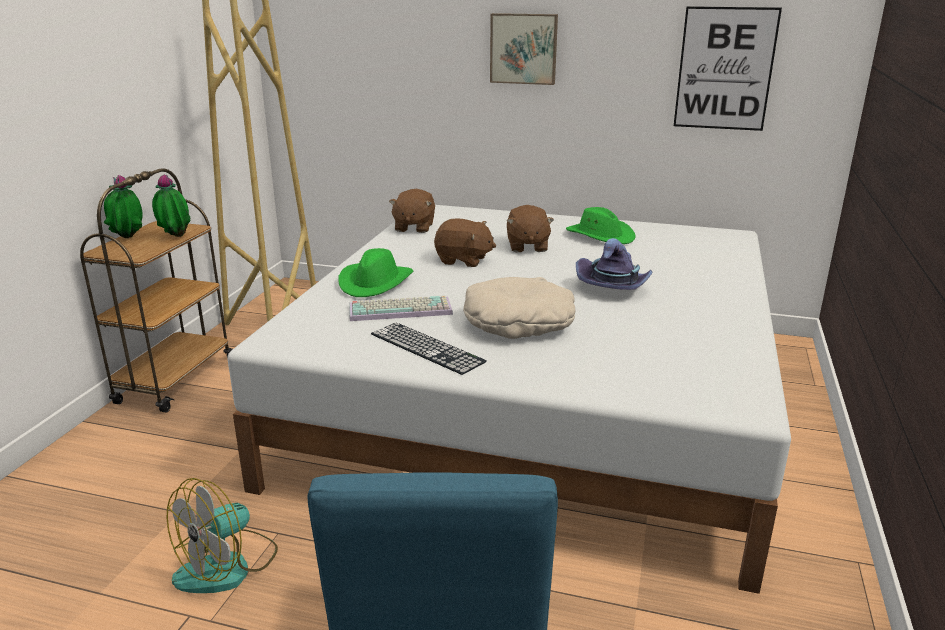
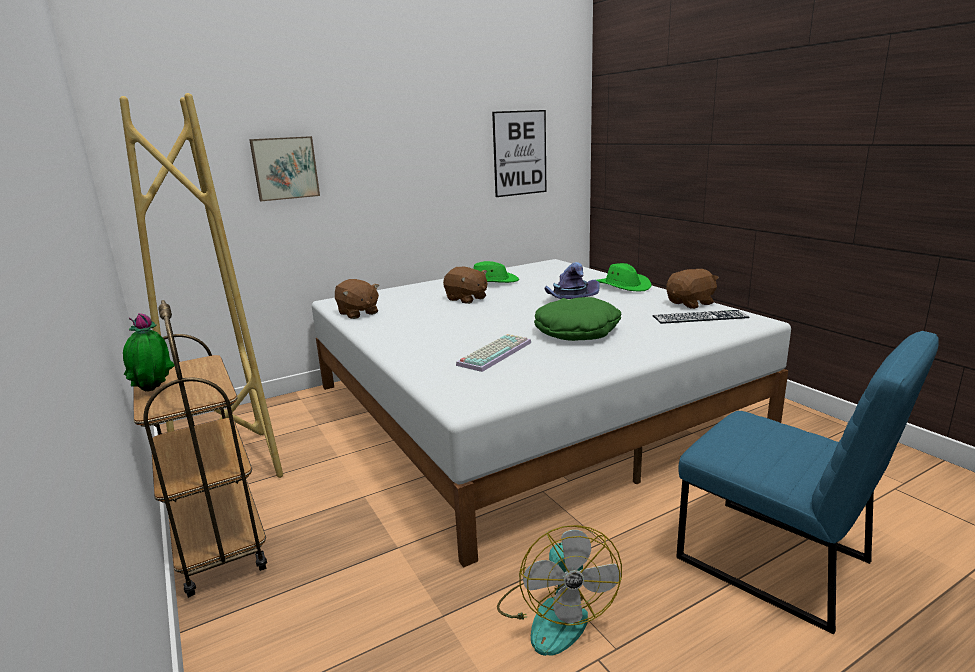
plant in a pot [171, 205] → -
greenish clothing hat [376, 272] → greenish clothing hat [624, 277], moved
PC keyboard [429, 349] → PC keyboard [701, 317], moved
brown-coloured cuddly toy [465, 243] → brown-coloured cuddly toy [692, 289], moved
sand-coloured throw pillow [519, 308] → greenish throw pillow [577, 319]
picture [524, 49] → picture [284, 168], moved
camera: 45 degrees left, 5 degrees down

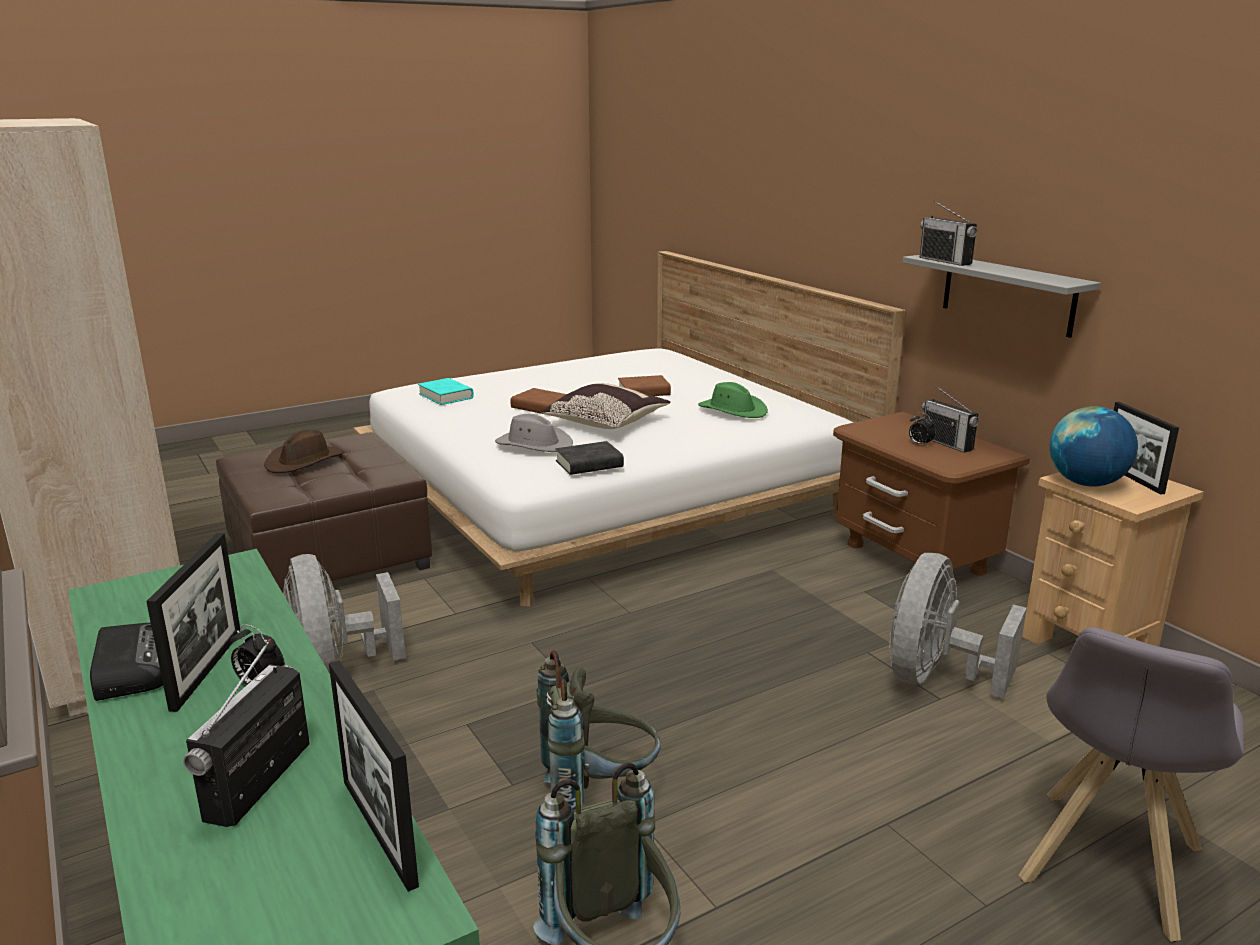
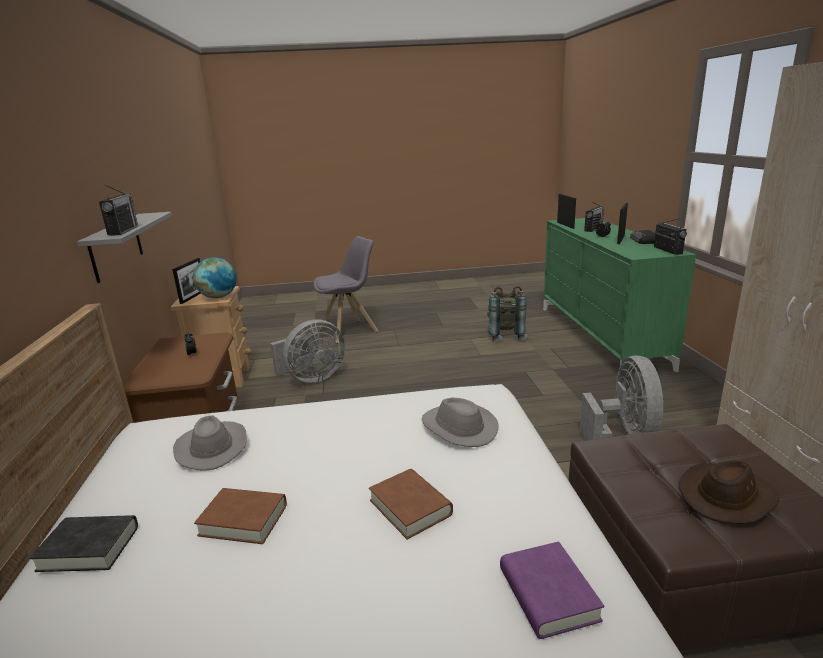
turquoise bound book [446, 391] → purple bound book [552, 590]
gray backpack [599, 730] → -
throw pillow [605, 406] → -
black-coloured bound book [589, 458] → black-coloured bound book [83, 543], moved
greenish clothing hat [733, 400] → gray clothing hat [210, 443]
radio set [950, 419] → radio set [670, 236], moved
camera: 155 degrees left, 0 degrees up

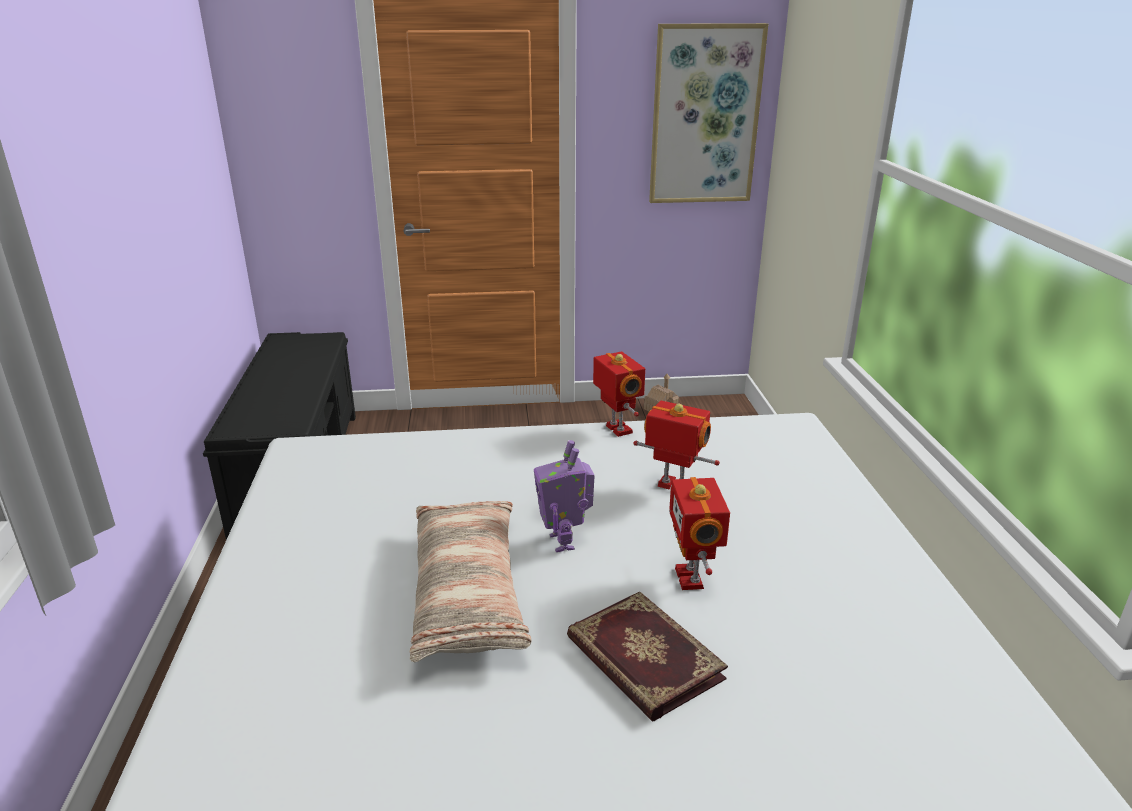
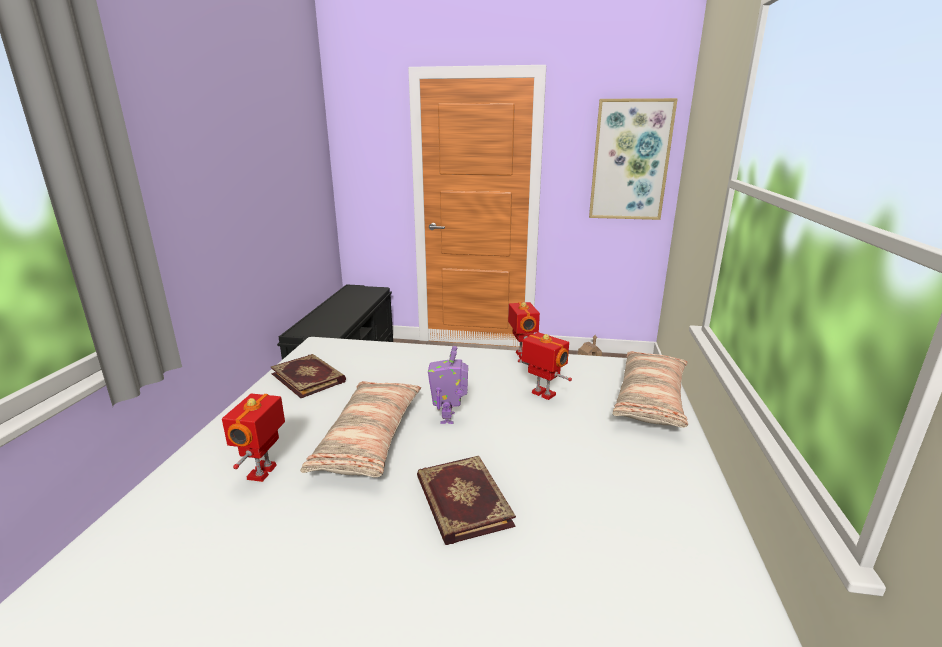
robot figure [699, 533] → robot figure [253, 438], moved
- → bound book [308, 376]
- → throw pillow [650, 389]
camera: 15 degrees right, 5 degrees down

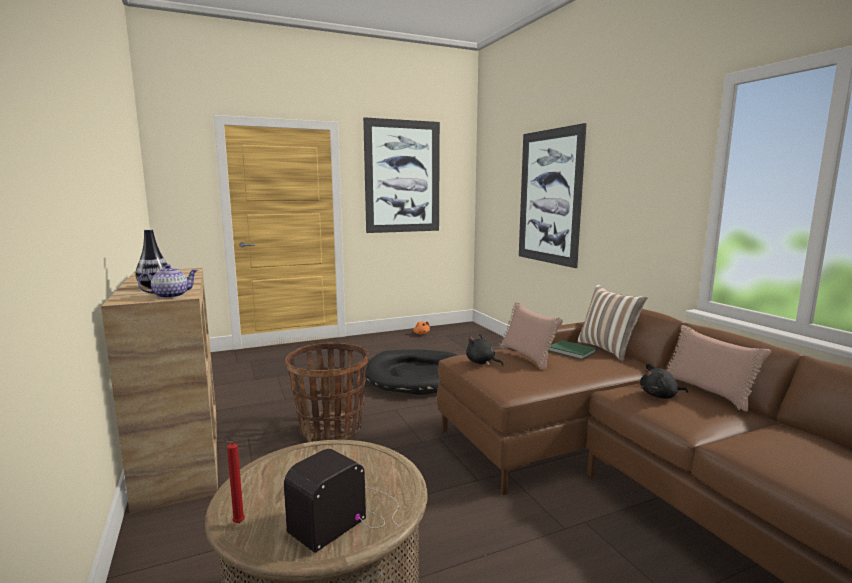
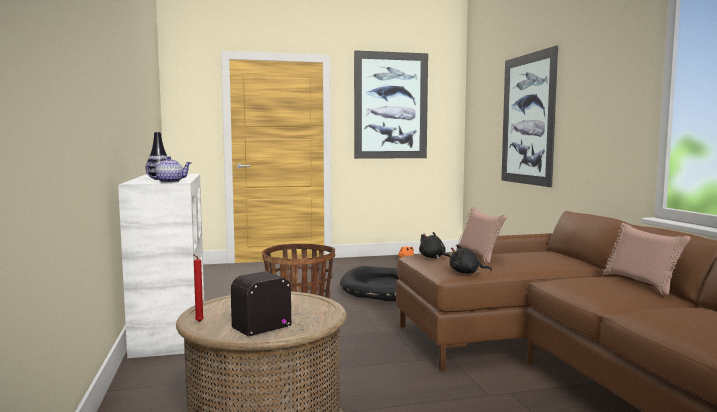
brown-coloured shelving unit [159, 390] → white shelving unit [161, 266]
greenish bound book [572, 350] → -
throw pillow [612, 322] → -
black-coloured cuddly toy [664, 381] → black-coloured cuddly toy [471, 259], moved
camera: 10 degrees right, 5 degrees down

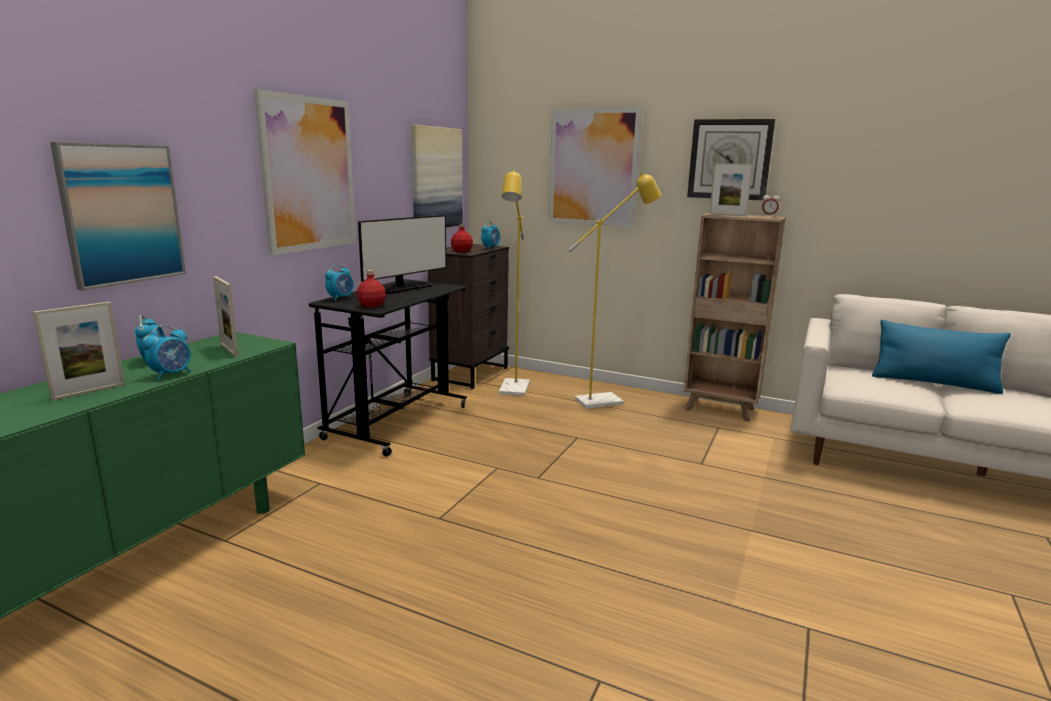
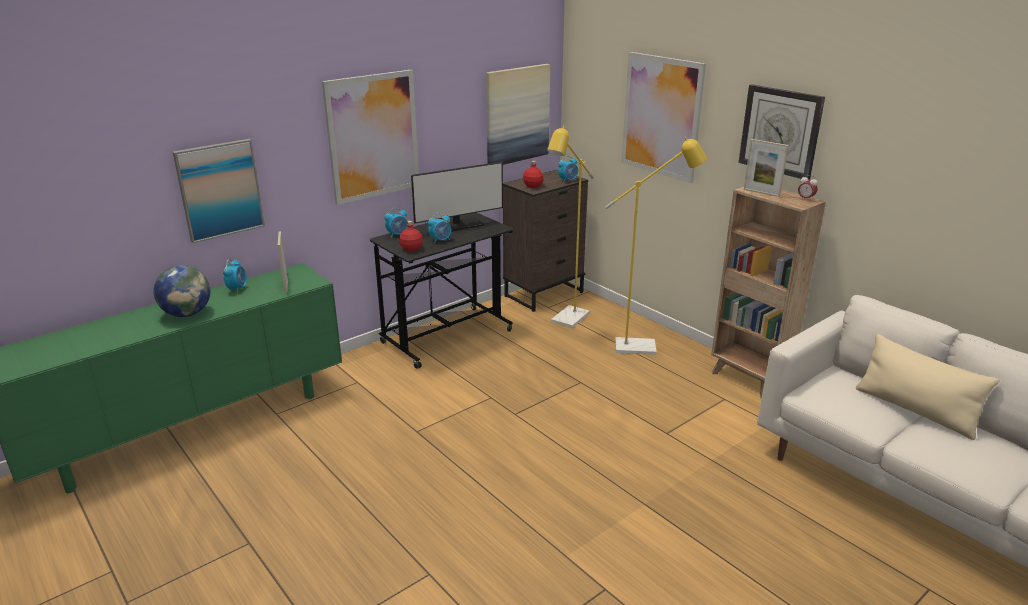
photo frame [79, 351] → desk globe [181, 291]
alarm clock [166, 352] → alarm clock [439, 228], moved
bluish throw pillow [941, 357] → sand-coloured throw pillow [928, 387]
camera: 25 degrees right, 10 degrees up

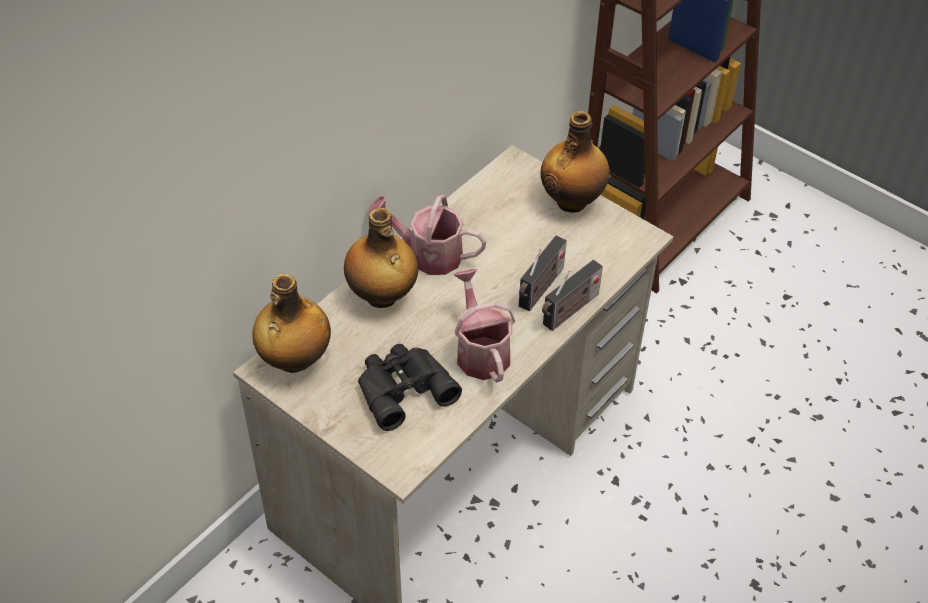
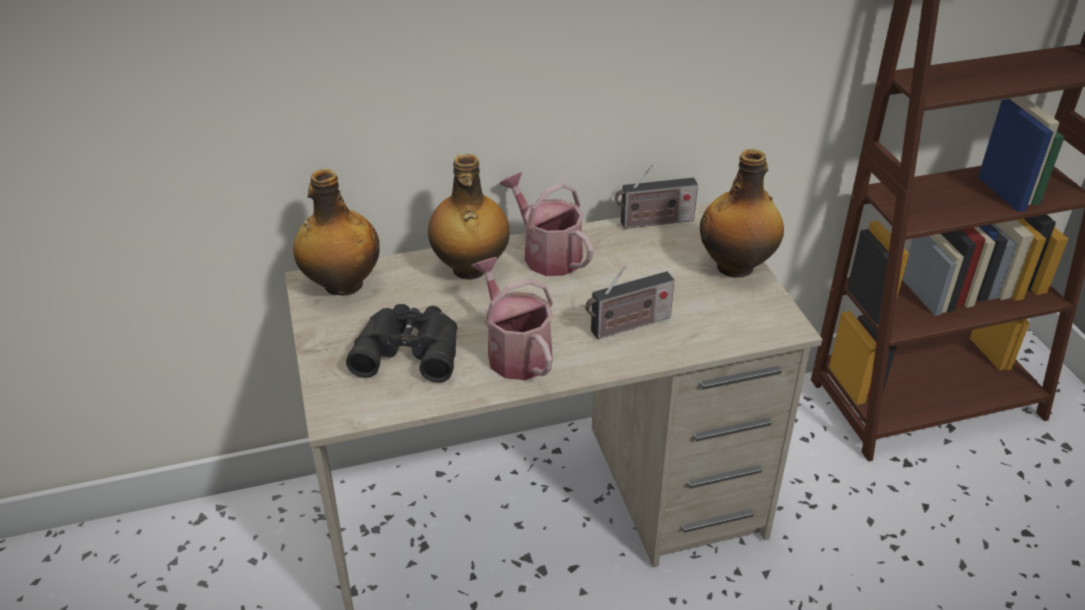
watering can [484, 326] → watering can [512, 318], 45 degrees counterclockwise
radio set [572, 295] → radio set [656, 196], moved
camera: 35 degrees right, 10 degrees down

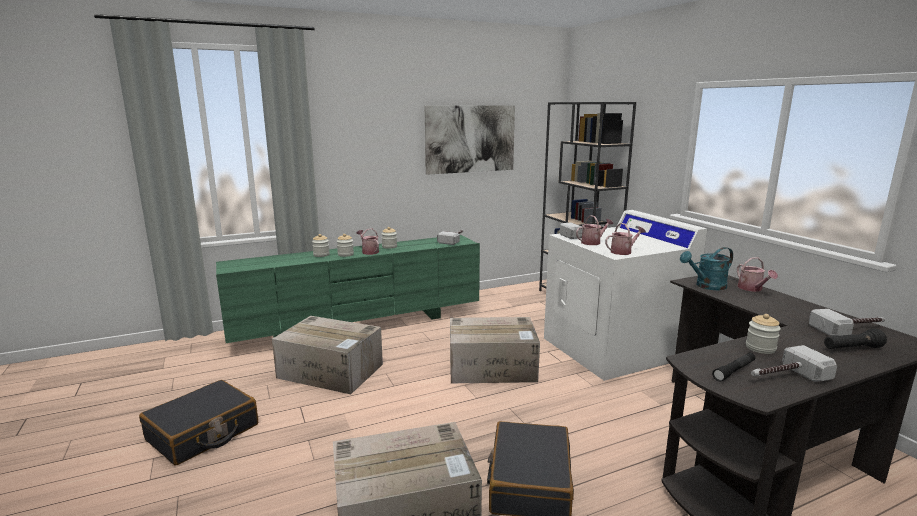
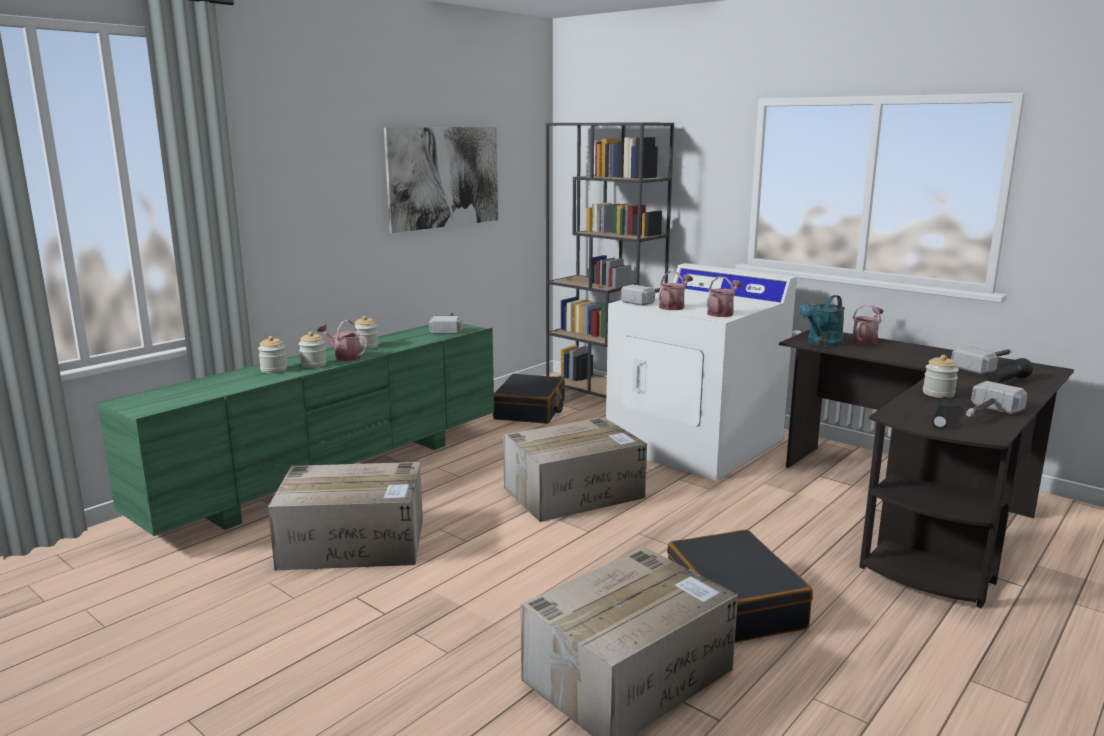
black-coloured travel case [198, 423] → black-coloured travel case [529, 399], moved
watering can [757, 274] → watering can [868, 325], 105 degrees counterclockwise
camera: 25 degrees left, 0 degrees up

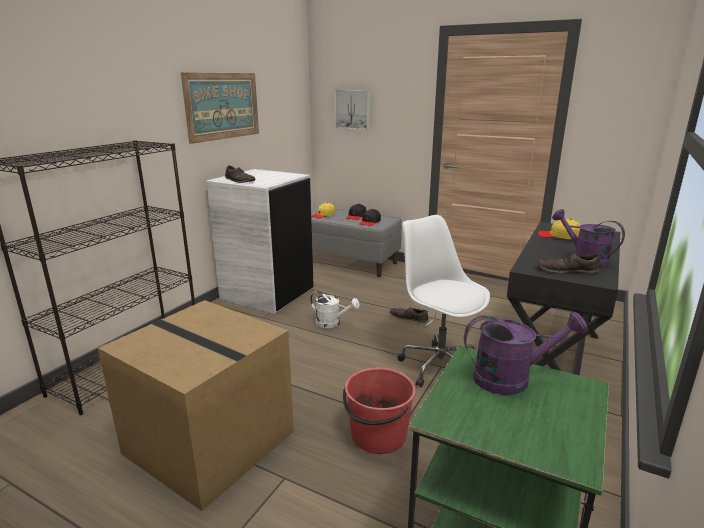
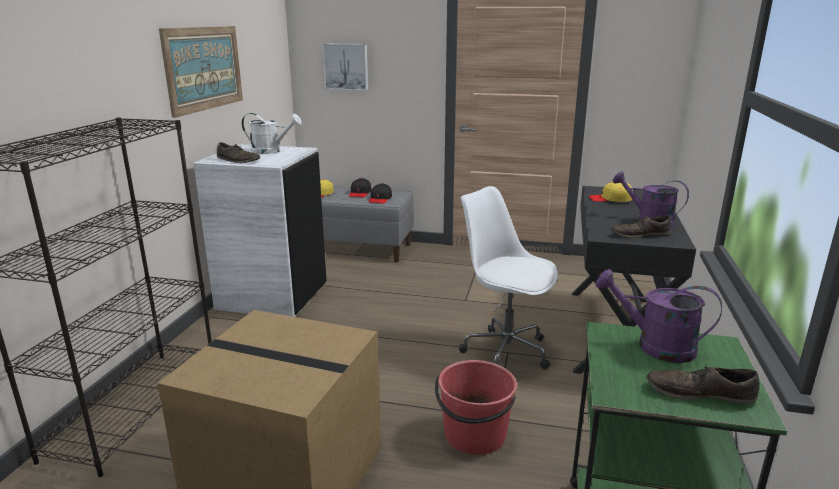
white watering can [335, 309] → white watering can [272, 133], moved
brown-coloured low shoe [409, 315] → brown-coloured low shoe [703, 385], moved
purple watering can [526, 353] → purple watering can [658, 316], 135 degrees counterclockwise
camera: 15 degrees left, 0 degrees up

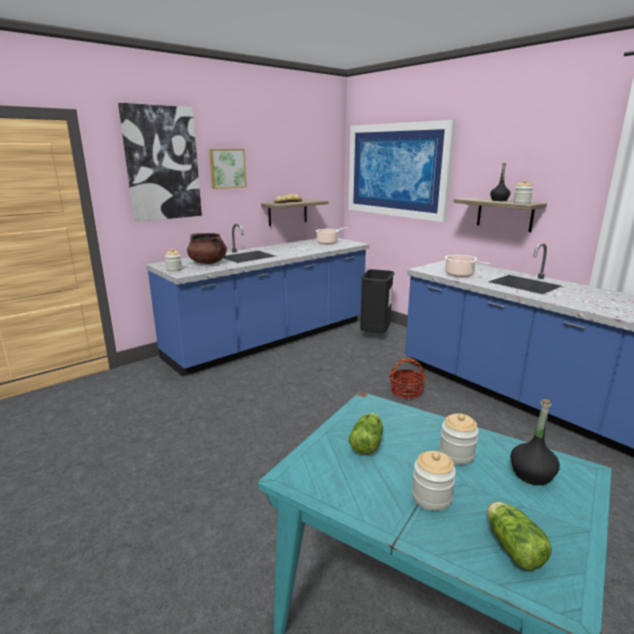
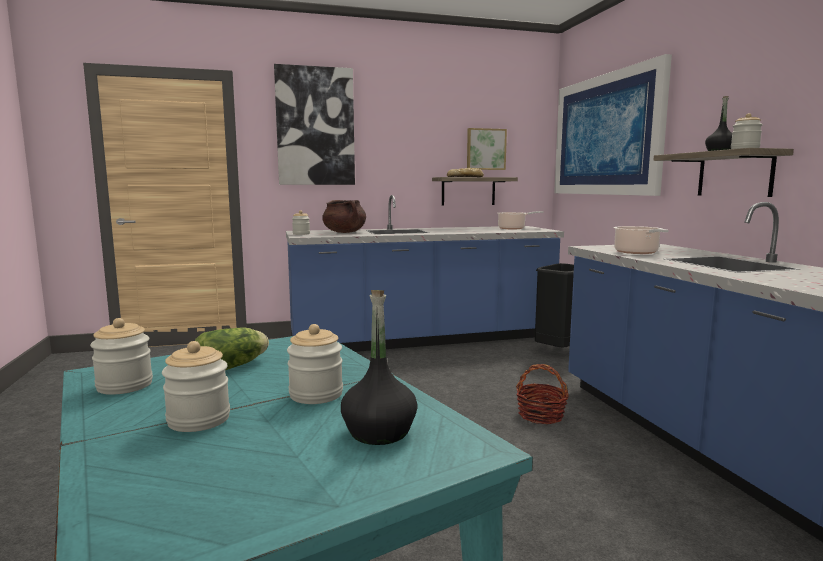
picture [228, 169] → picture [487, 149], moved
head of lettuce [519, 536] → -
- → preserve jar [121, 356]
camera: 25 degrees right, 10 degrees down

